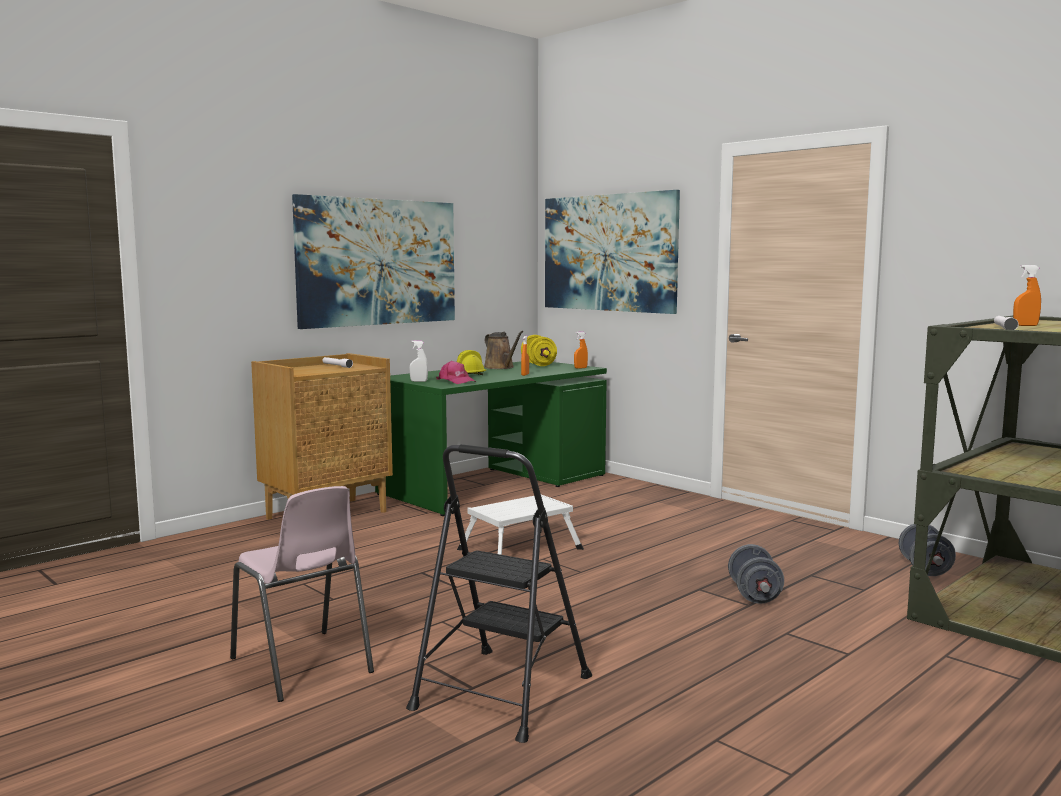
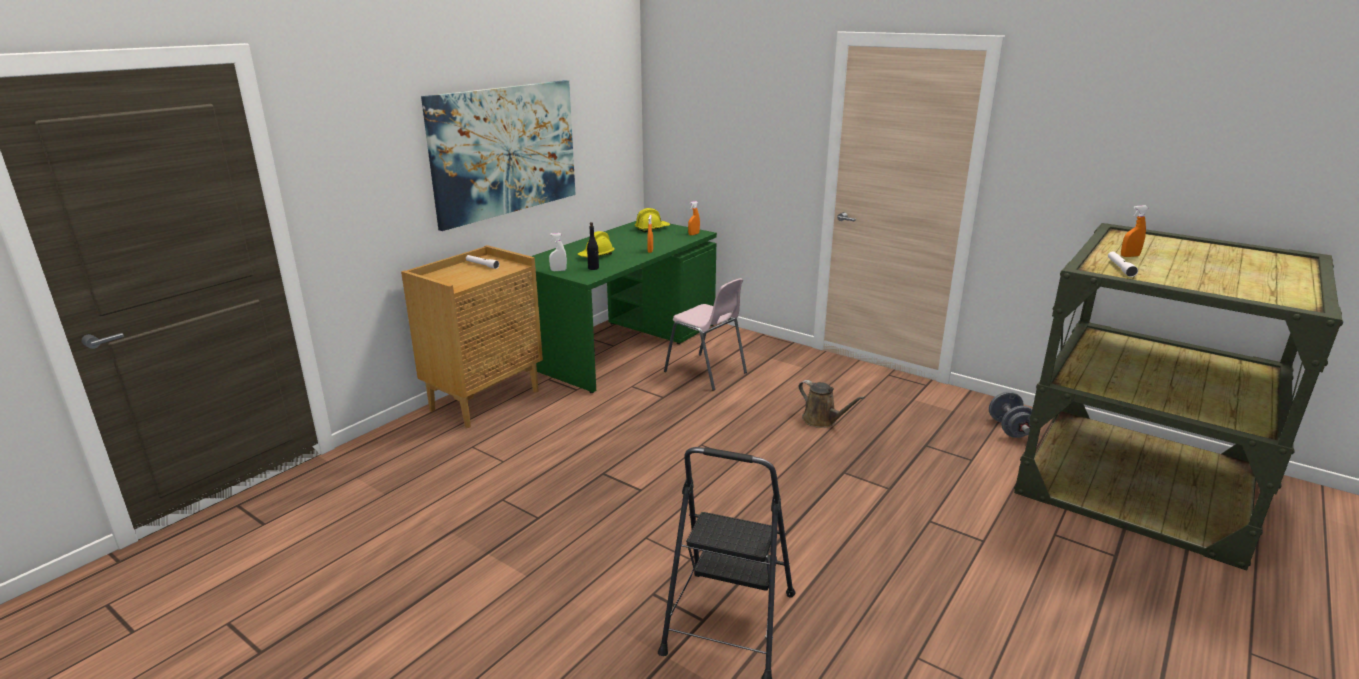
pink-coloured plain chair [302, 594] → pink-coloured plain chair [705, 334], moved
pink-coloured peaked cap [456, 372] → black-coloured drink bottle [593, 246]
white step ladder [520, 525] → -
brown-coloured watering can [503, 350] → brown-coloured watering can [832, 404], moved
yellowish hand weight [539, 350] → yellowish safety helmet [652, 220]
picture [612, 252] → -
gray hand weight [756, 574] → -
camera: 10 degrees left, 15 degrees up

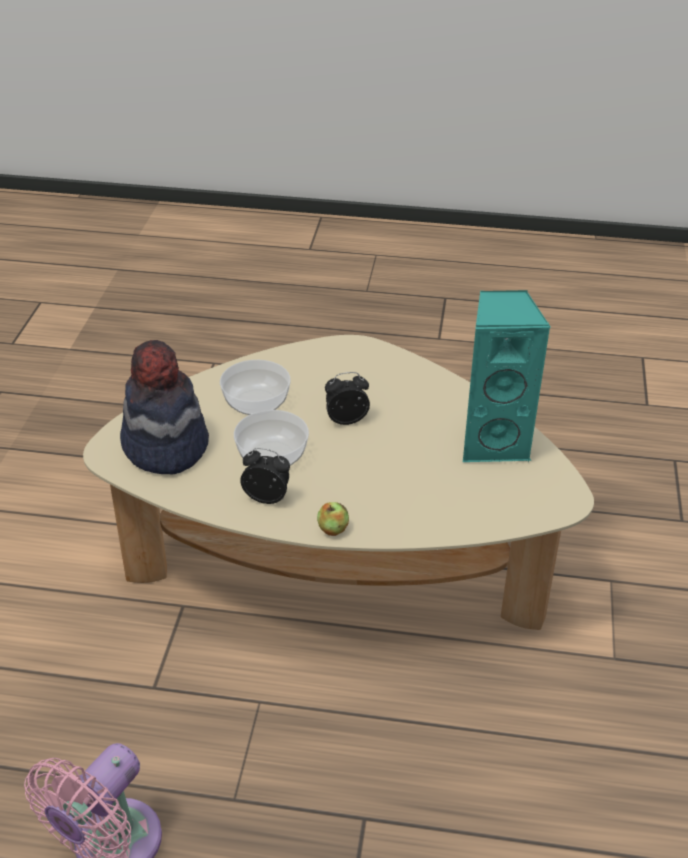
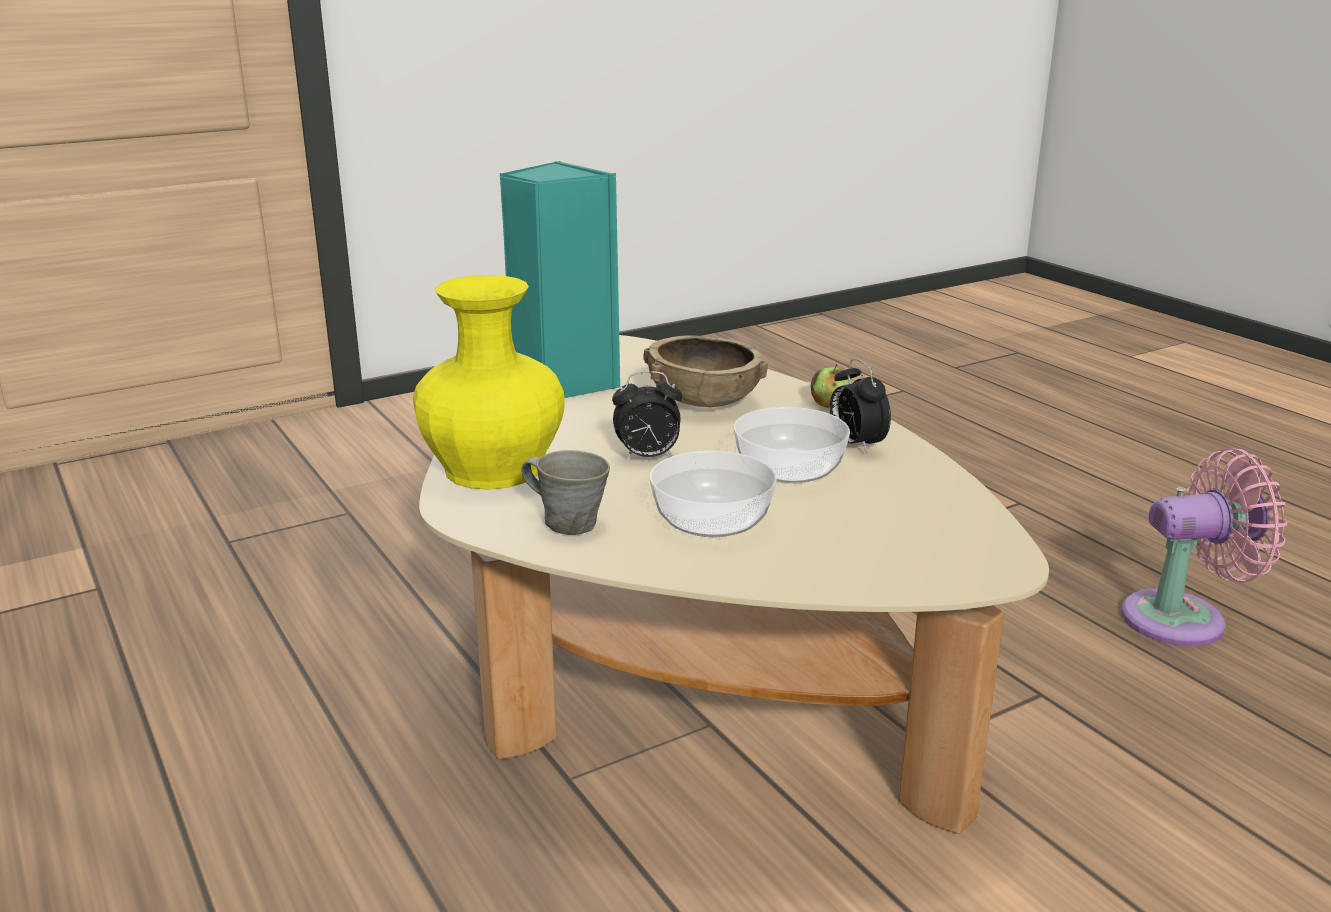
clothing hat [164, 407] → -
alarm clock [347, 398] → alarm clock [647, 415], 45 degrees counterclockwise
- → yellowish vase [489, 382]
- → gray coffee mug [565, 492]
- → brown-coloured bowl [705, 371]
camera: 130 degrees left, 15 degrees down

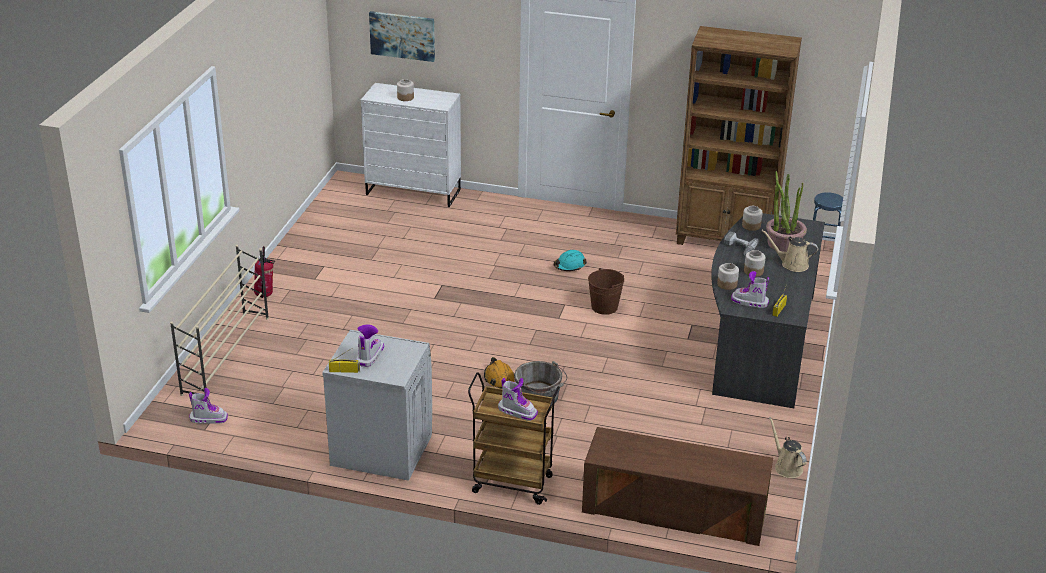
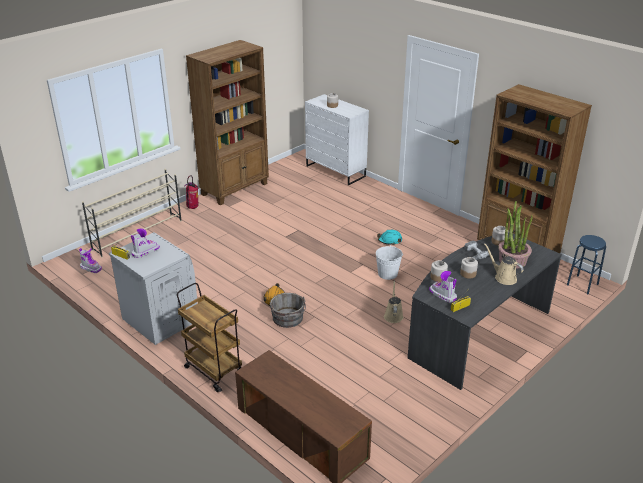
picture [402, 36] → -
boot [518, 399] → -
brown-coloured bucket [606, 291] → white bucket [389, 262]
sand-coloured watering can [788, 447] → sand-coloured watering can [393, 301], moved
- → brown-coloured shelving unit [227, 122]
camera: 30 degrees right, 0 degrees up

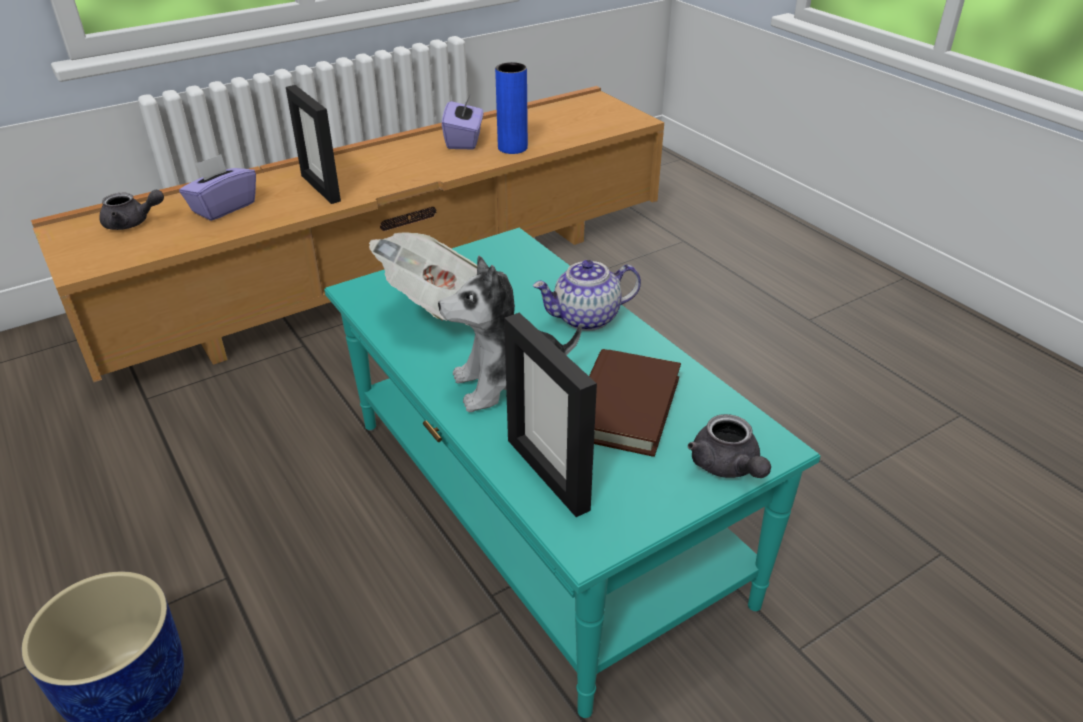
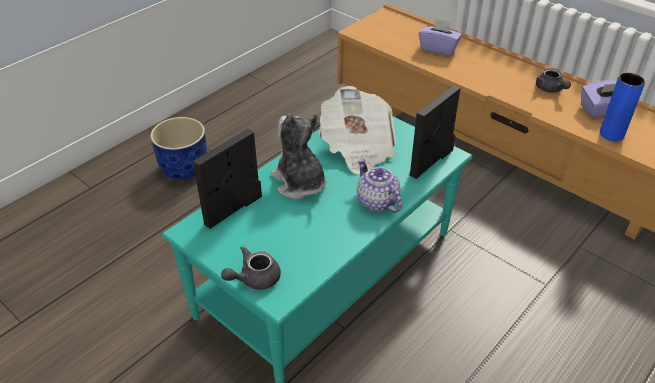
gray tea pot [131, 210] → gray tea pot [553, 80], moved
photo frame [313, 144] → photo frame [435, 132], moved
brown-coloured bound book [635, 403] → -
camera: 75 degrees right, 5 degrees up

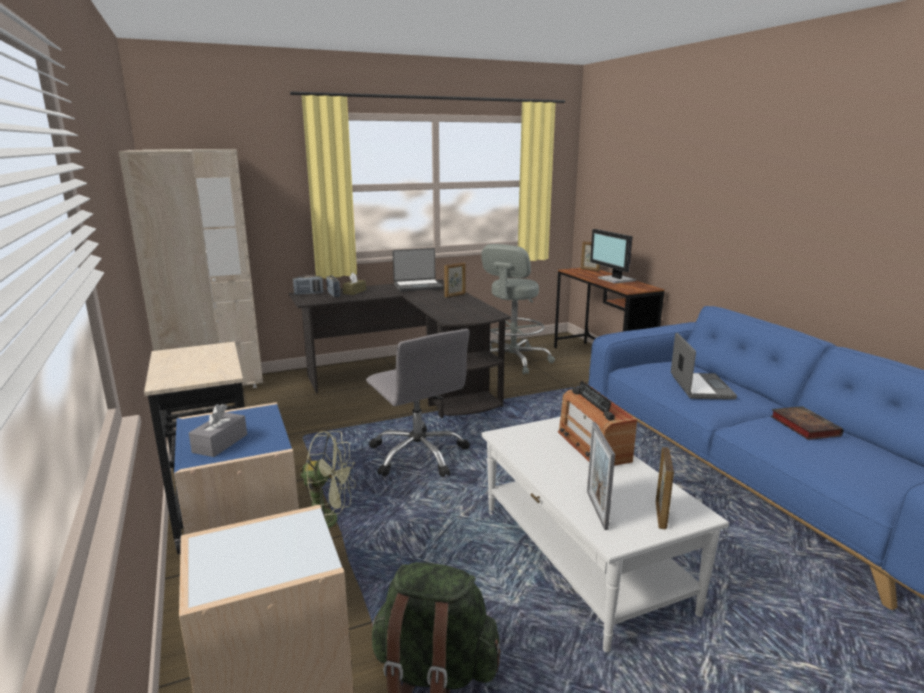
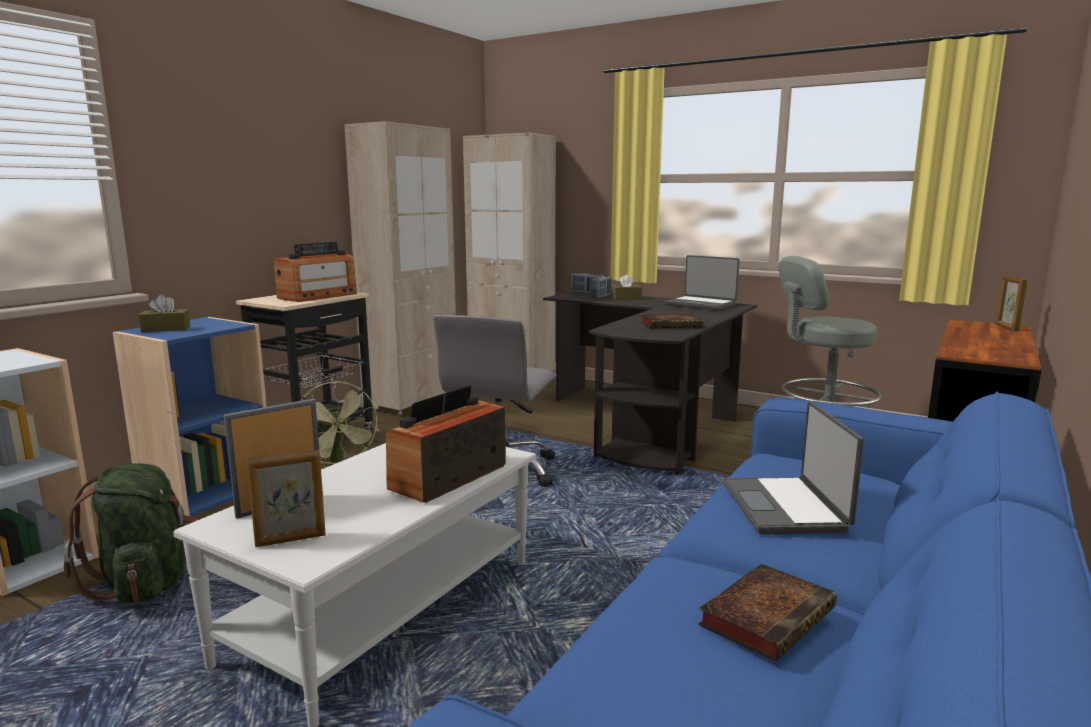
gray tissue box [218, 430] → brown-coloured tissue box [164, 313]
photo frame [455, 280] → -
monitor [613, 256] → -
portable computer [704, 366] → portable computer [793, 468], 120 degrees clockwise
- → radio set [315, 272]
- → bound book [672, 321]
camera: 55 degrees right, 5 degrees down

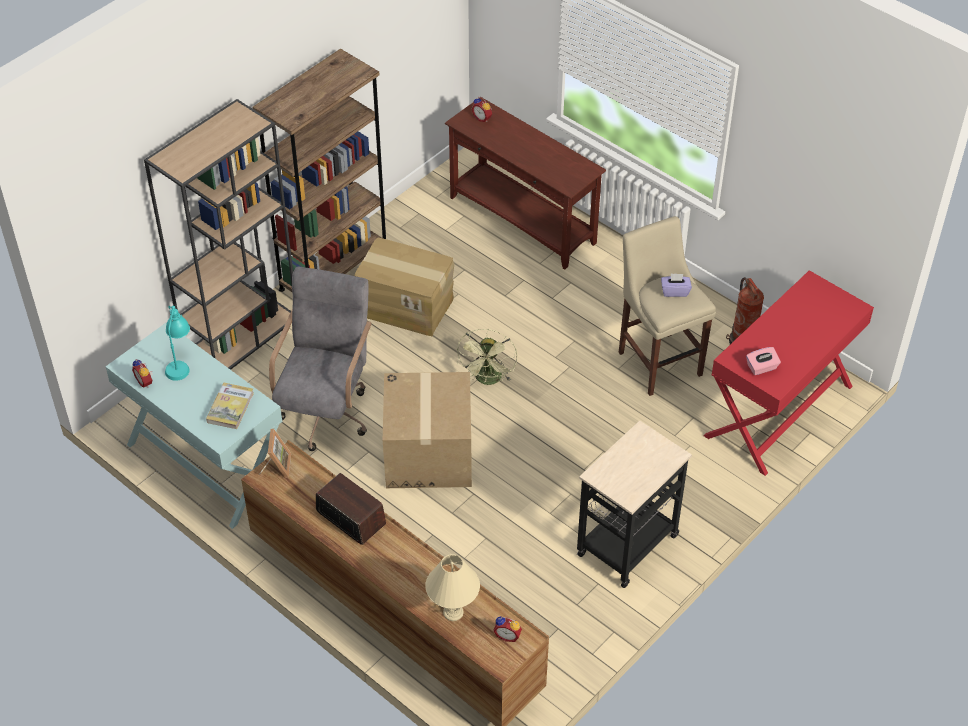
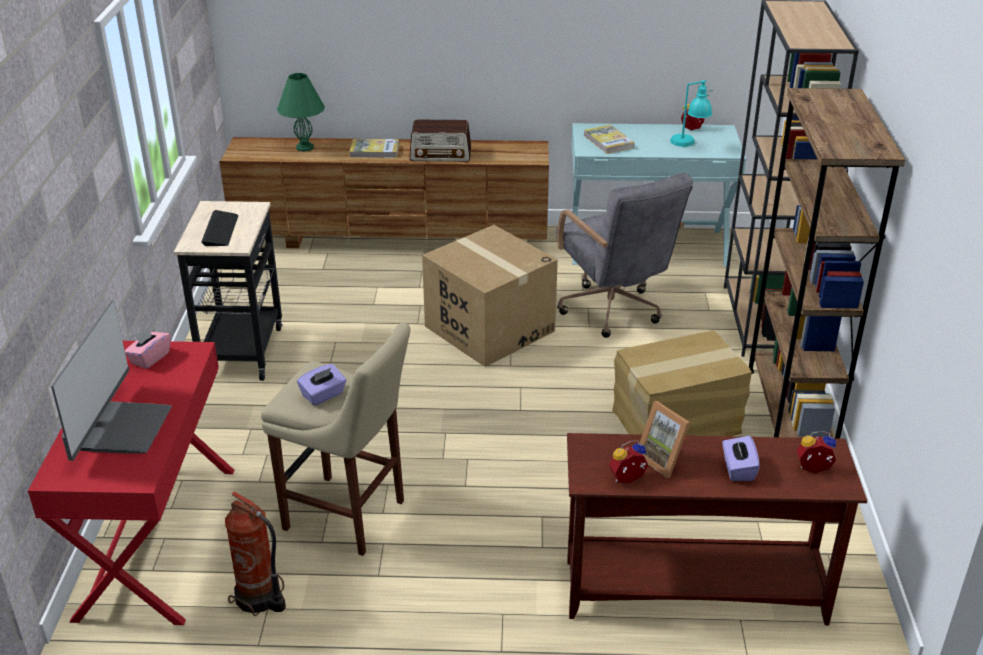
photo frame [275, 453] → photo frame [664, 439], moved
sand-coloured lamp for a table [452, 587] → greenish lamp for a table [301, 112]
greenish electric fan [487, 357] → -
alarm clock [507, 629] → alarm clock [628, 462], moved
- → monitor [111, 380]
- → PC keyboard [219, 228]
- → bound book [374, 148]
- → purple tissue box [741, 458]
camera: 140 degrees right, 15 degrees down

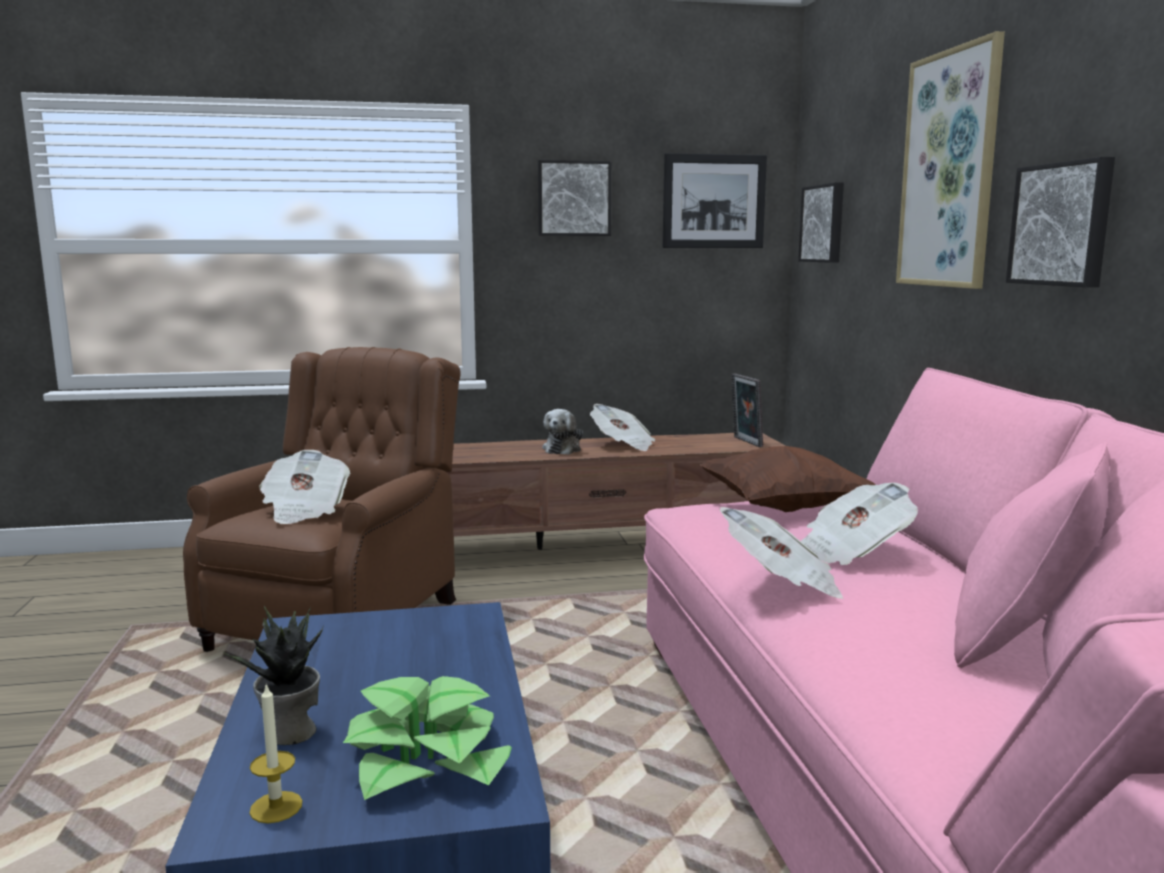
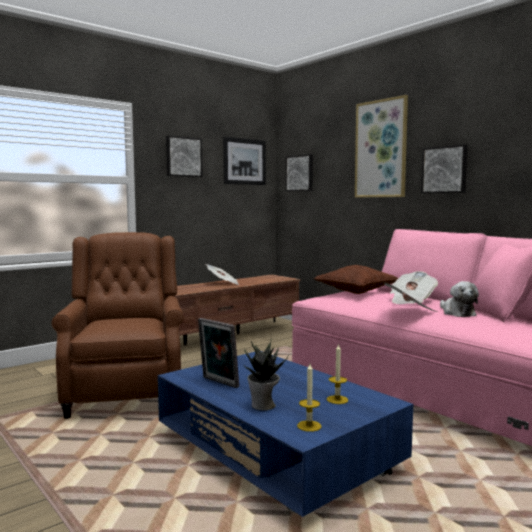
daily paper [304, 487] → -
plant in a pot [427, 738] → candle [337, 373]
cuddly toy [562, 432] → cuddly toy [459, 299], moved
photo frame [747, 410] → photo frame [218, 353], moved
camera: 30 degrees left, 5 degrees down

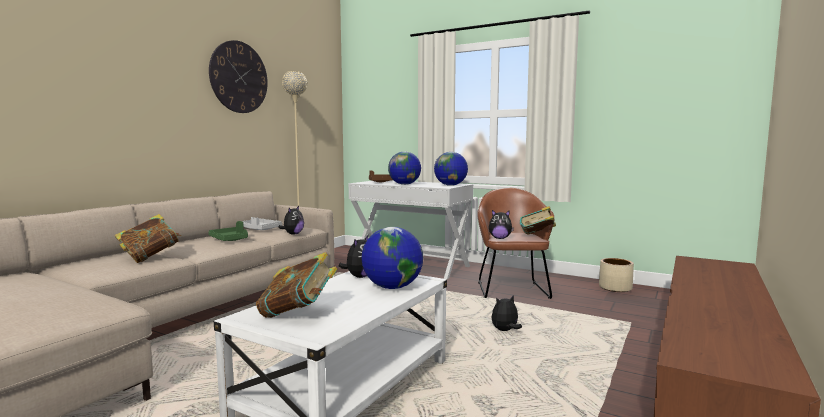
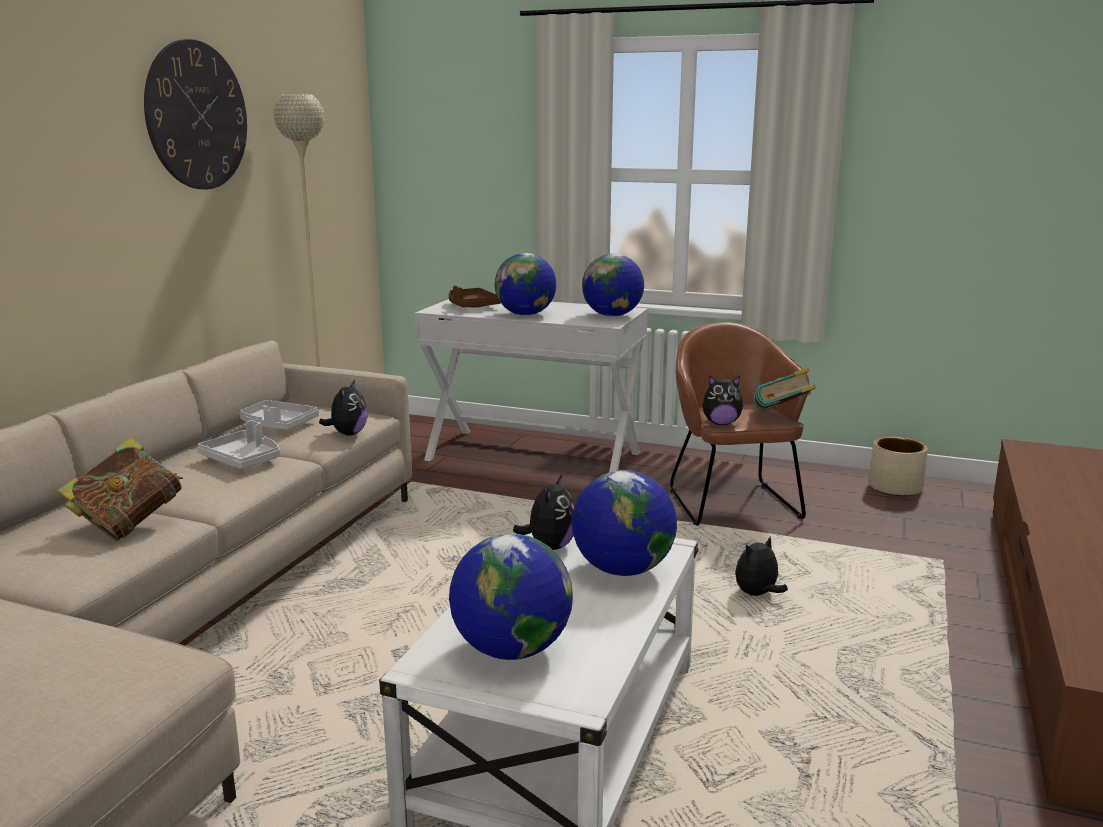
greenish serving tray [228, 231] → gray serving tray [238, 444]
bound book [296, 285] → desk globe [511, 597]
camera: 10 degrees left, 10 degrees up

